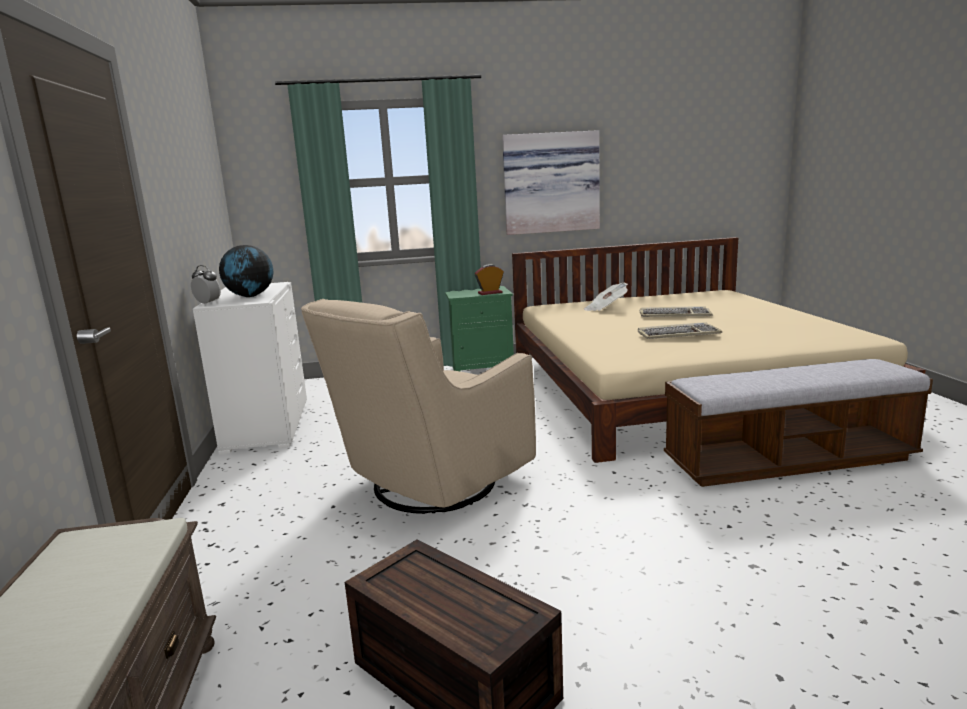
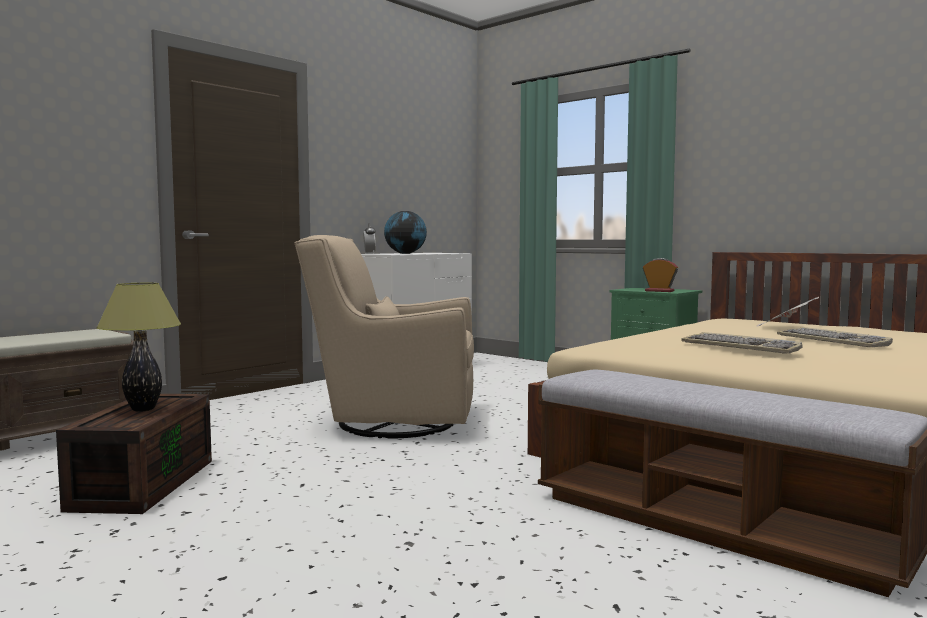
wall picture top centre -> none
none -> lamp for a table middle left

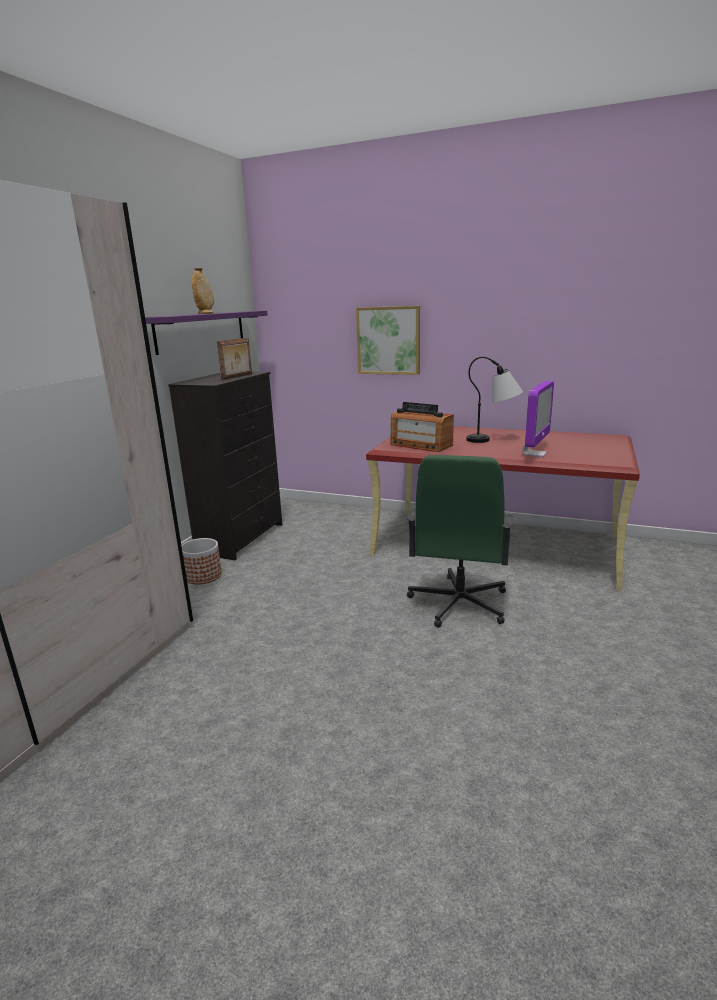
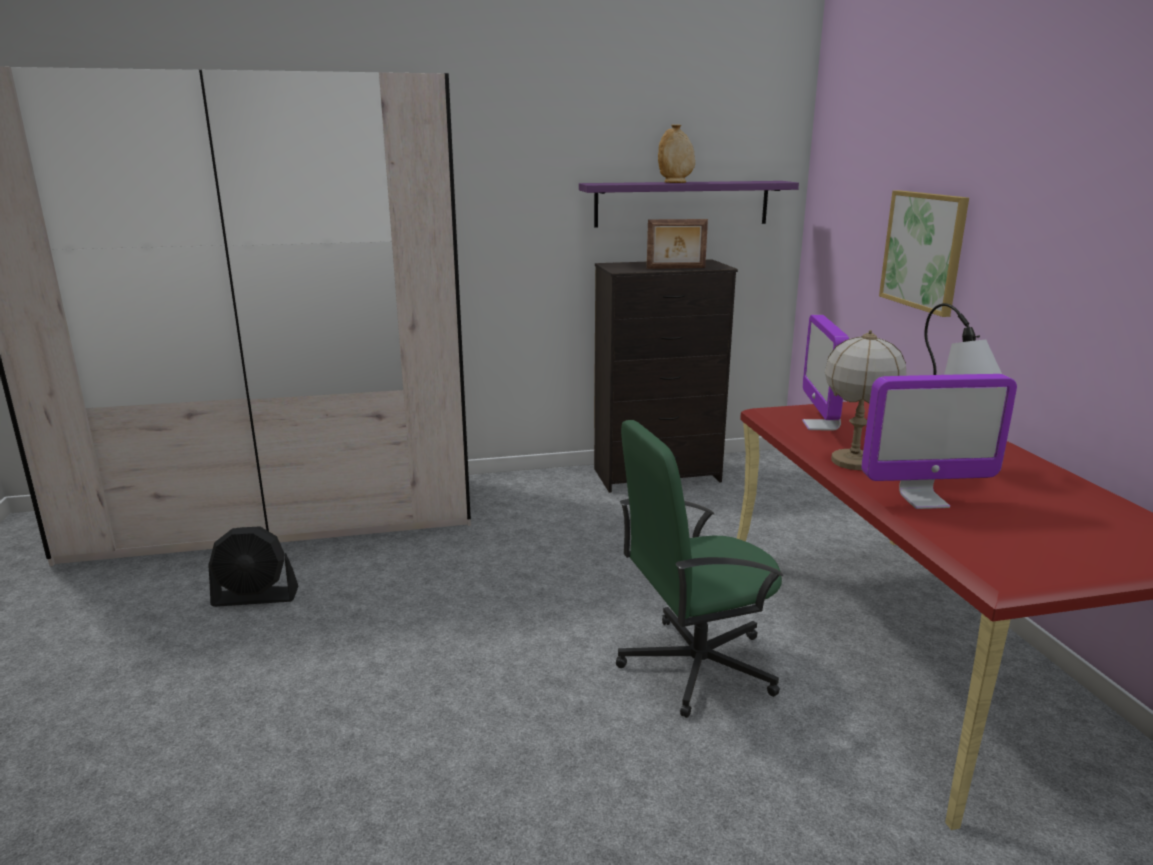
flower pot middle left -> none
none -> black fan middle left
none -> lamp for a table (no. 1 from left) middle right
radio centre -> computer display (no. 1 from left) middle right

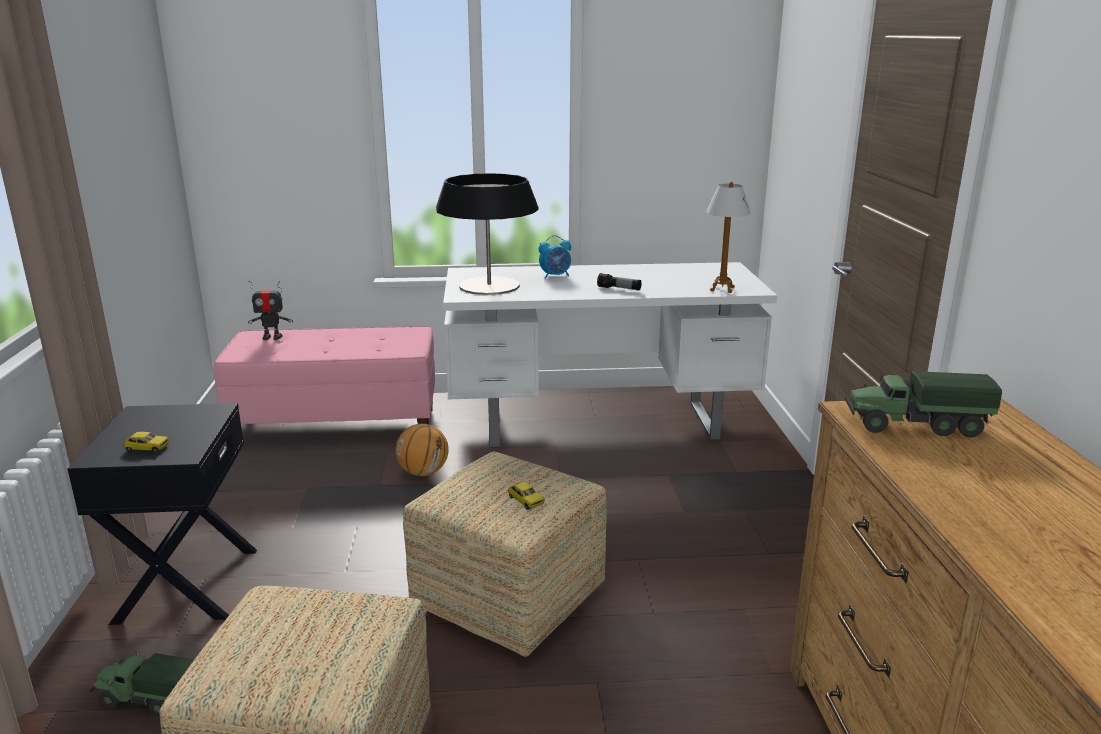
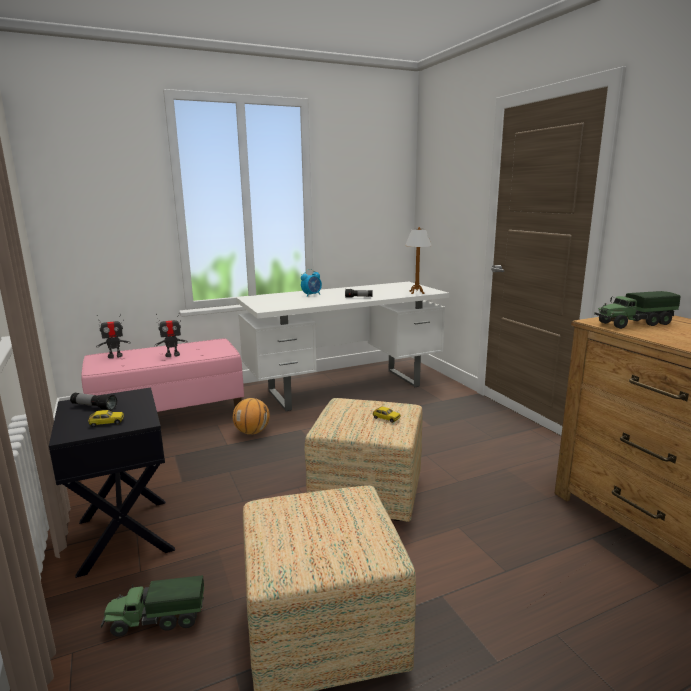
lamp for a table (no. 1 from left) top centre -> none
none -> hand torch (no. 1 from left) middle left
none -> model robot (no. 2 from left) middle left

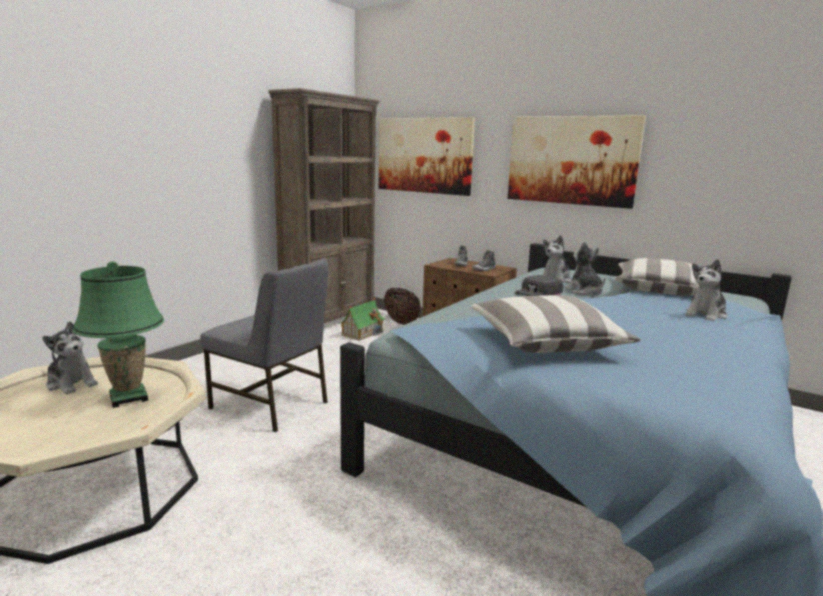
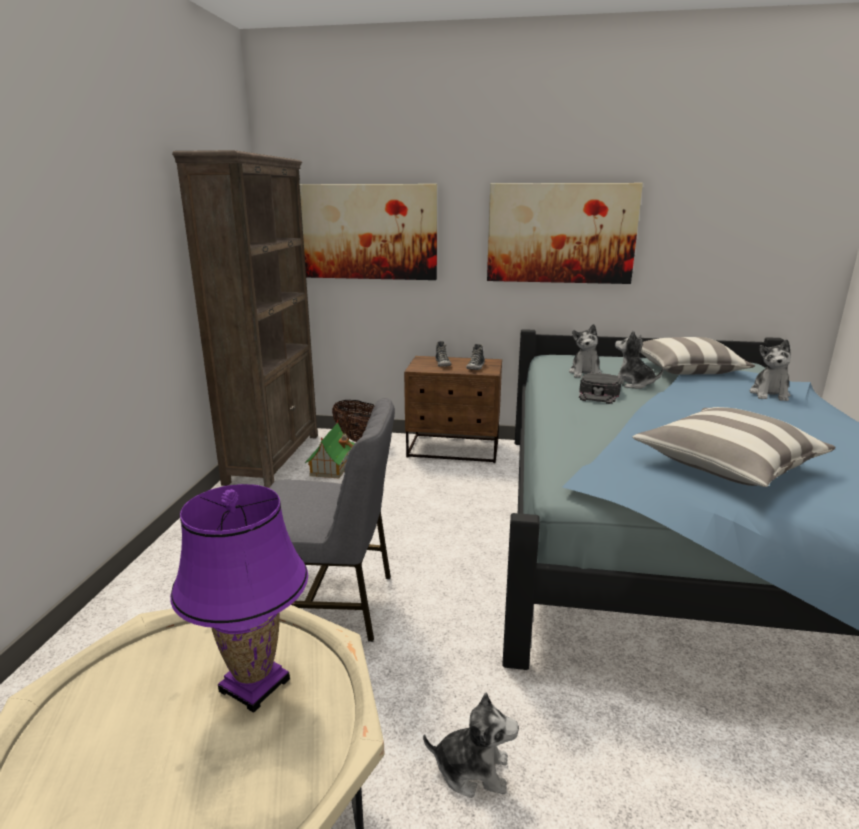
soft toy (no. 1 from left) middle left -> soft toy (no. 1 from left) bottom centre, shifted
greenish lamp for a table middle left -> purple-coloured lamp for a table bottom left

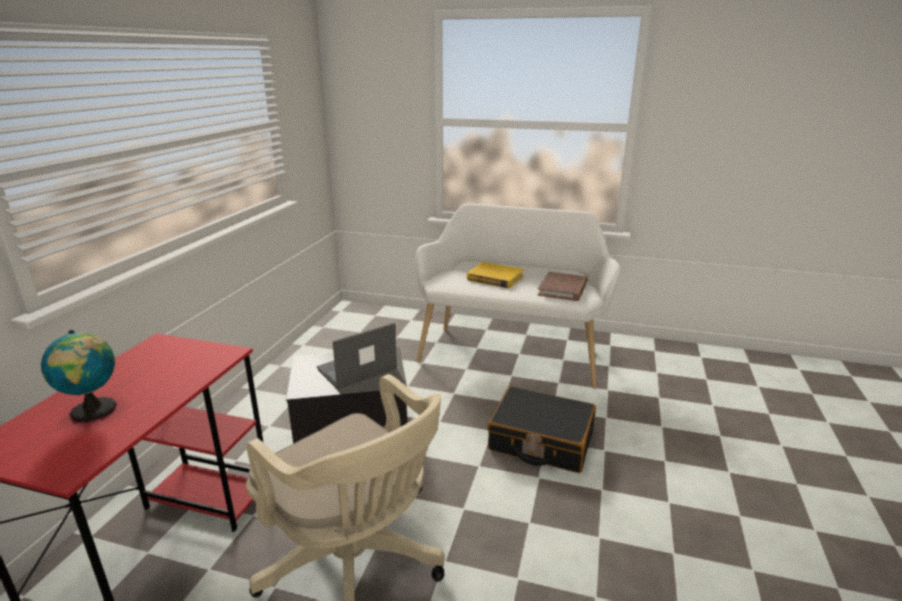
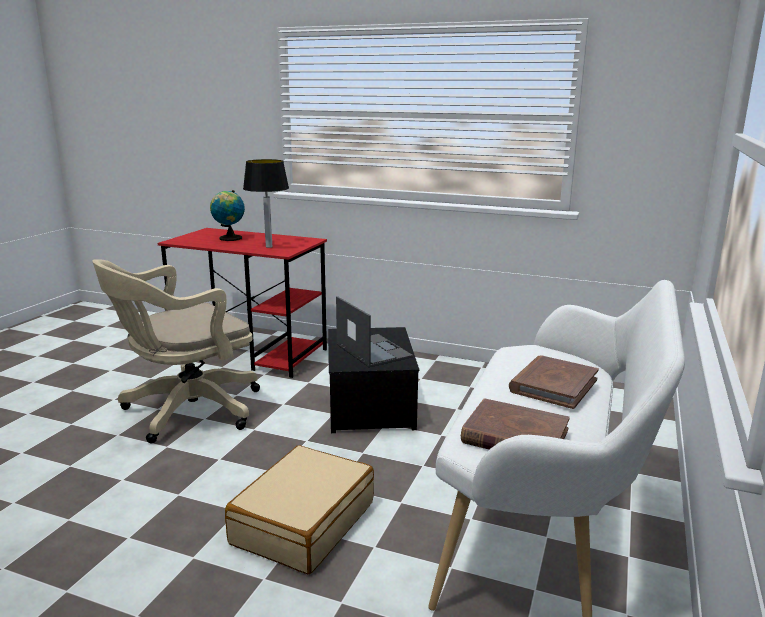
none -> lamp for a table top centre
yellow book centre -> brownish book (no. 2 from left) middle right
black piece of luggage bottom centre -> beige piece of luggage bottom centre

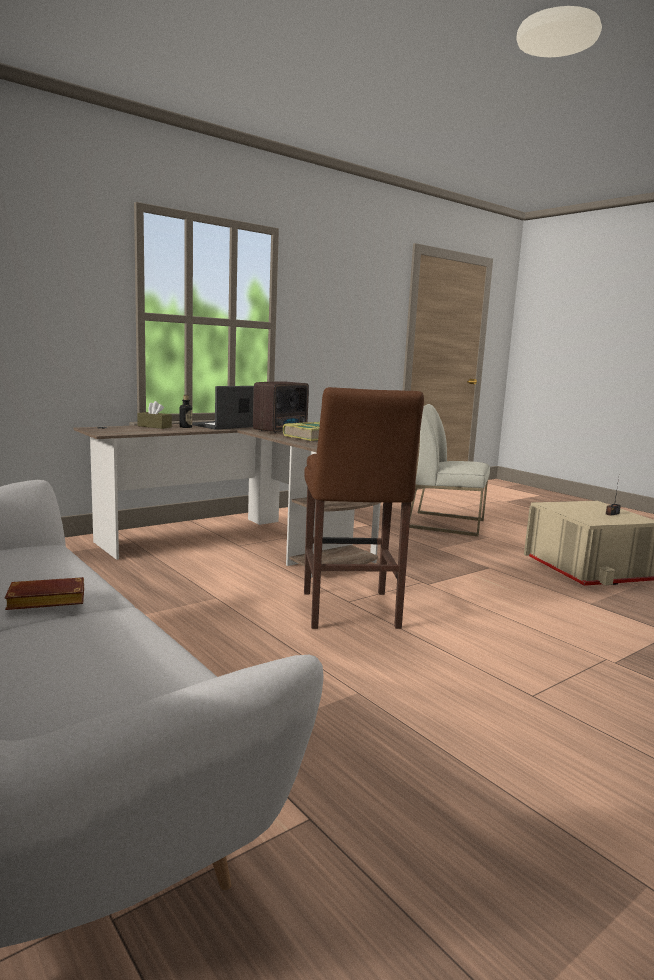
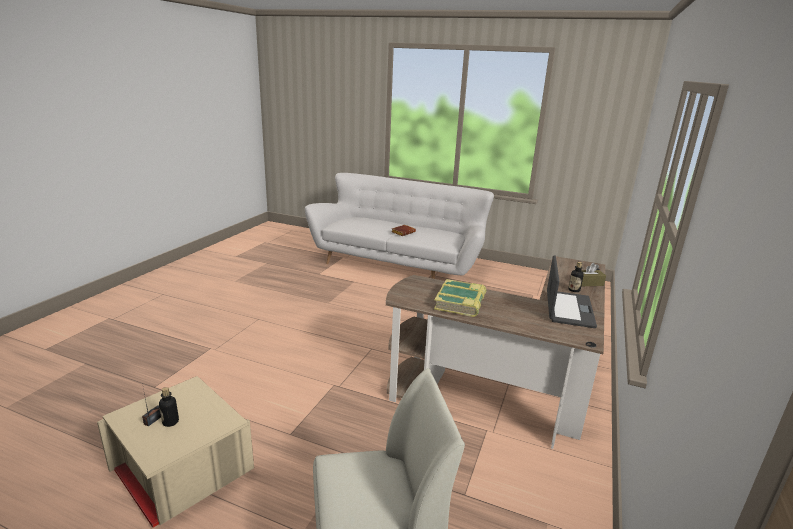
radio (no. 1 from left) centre -> none
brownish stool centre -> none
none -> beverage bottle (no. 1 from left) bottom left

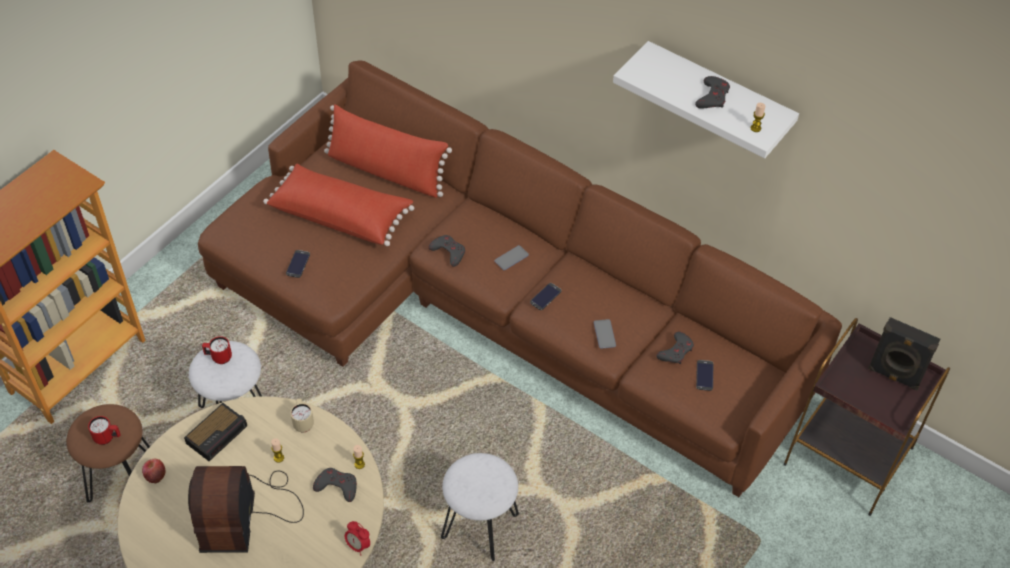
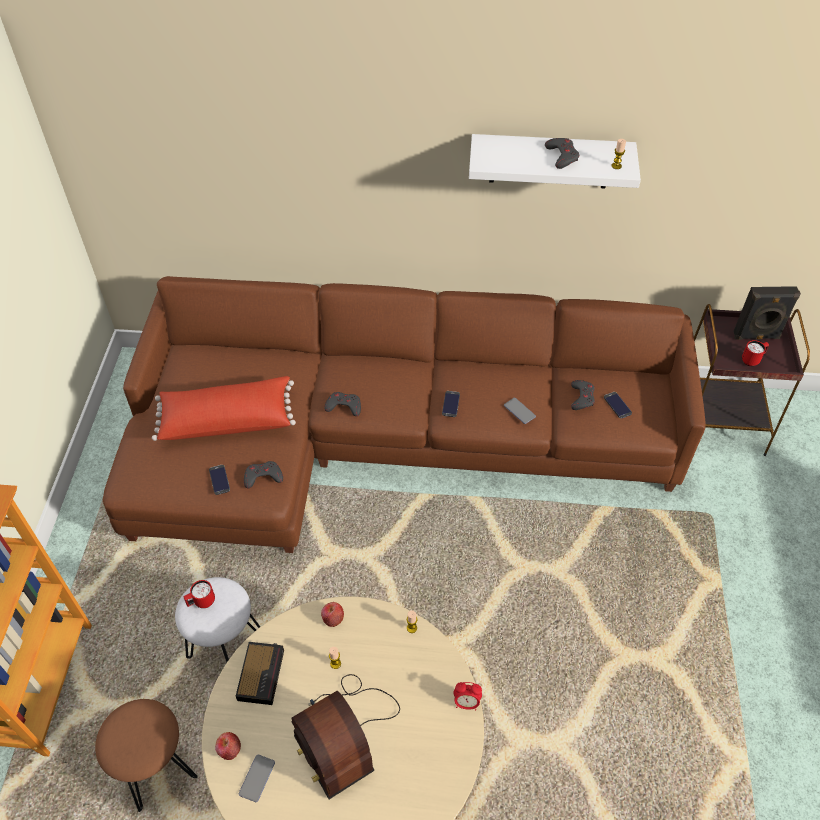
reddish throw pillow (no. 2 from left) top centre -> none
white stool (no. 2 from left) bottom centre -> none
reddish tea mug (no. 1 from left in the first image) bottom left -> reddish tea mug (no. 2 from left) middle right, shifted
gray gamepad (no. 1 from left) bottom left -> gray gamepad (no. 1 from left) middle left, shifted
telephone (no. 2 from left) centre -> telephone (no. 2 from left) bottom left, shifted
beige tea mug bottom left -> apple fruit (no. 2 from left) bottom centre

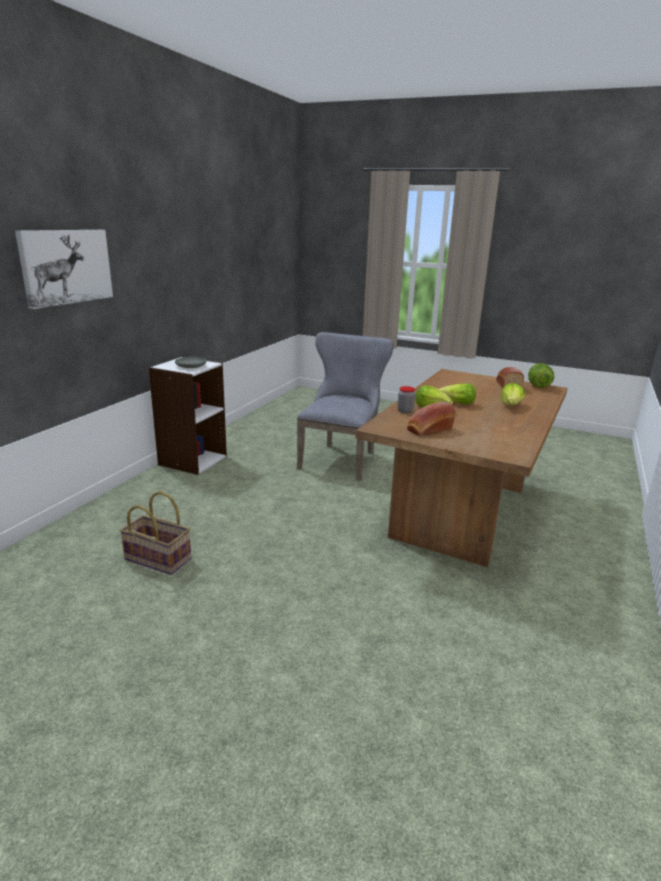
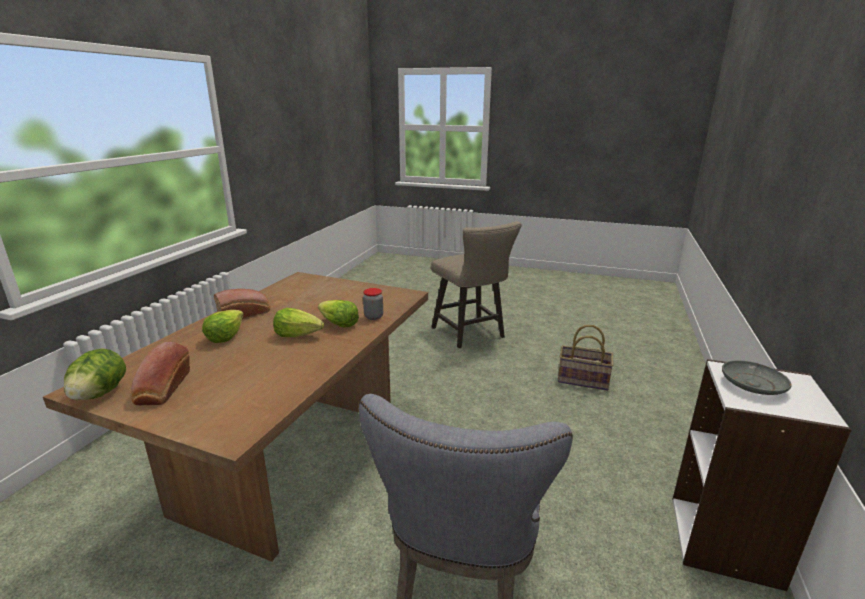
wall picture top left -> none
none -> beige stool centre
bread (no. 1 from left in the first image) centre -> bread (no. 2 from left) middle left, shifted

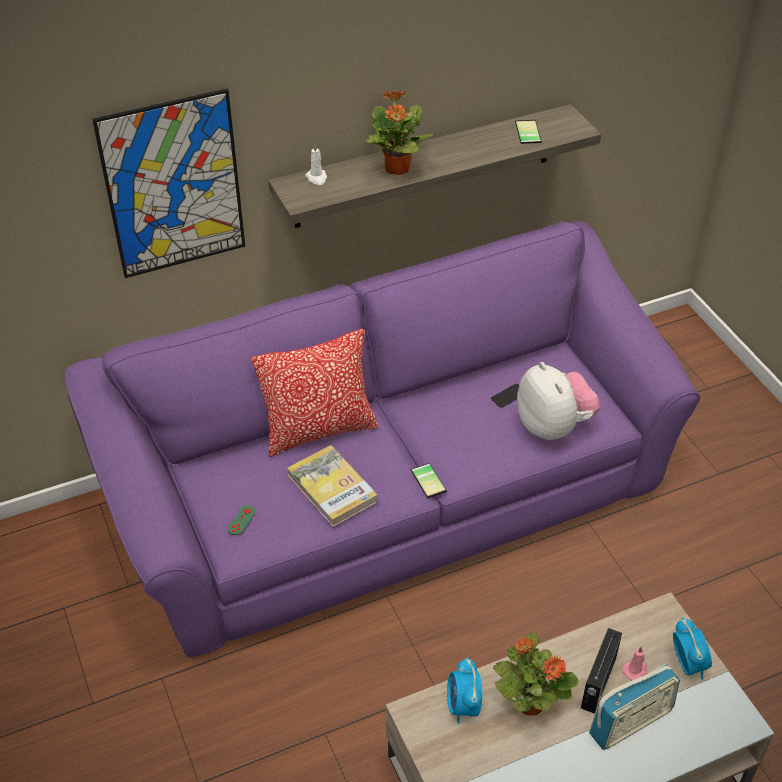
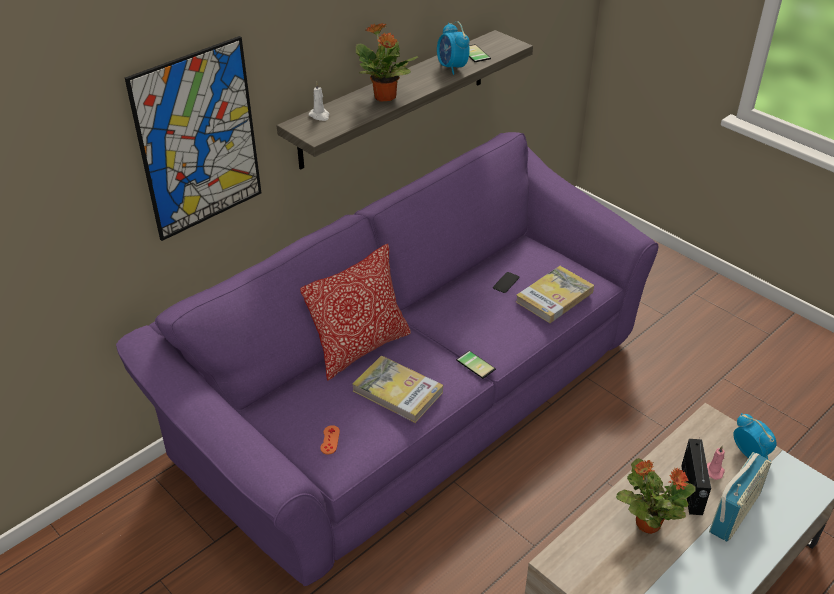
table clock (no. 1 from left) bottom centre -> table clock (no. 1 from left) top centre, shifted
soft toy middle right -> book (no. 2 from left) centre
greenish gamepad middle left -> orange-coloured gamepad bottom centre

